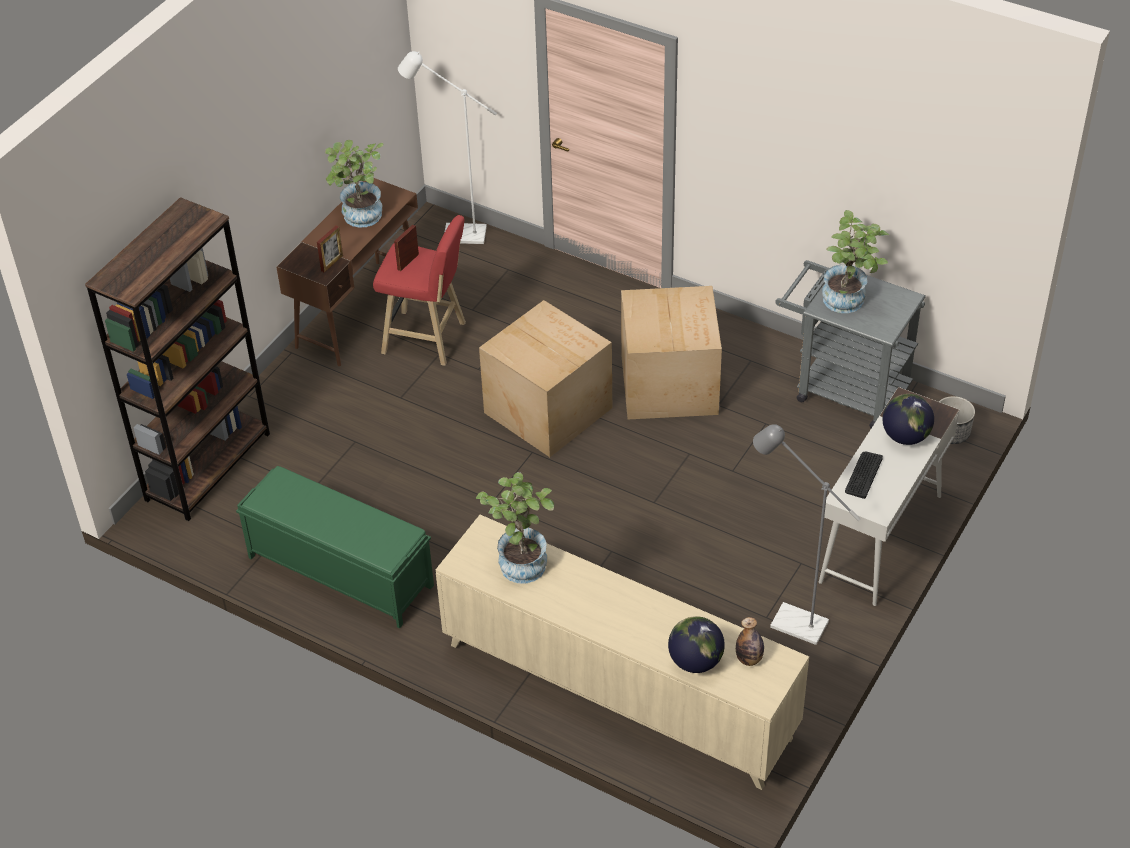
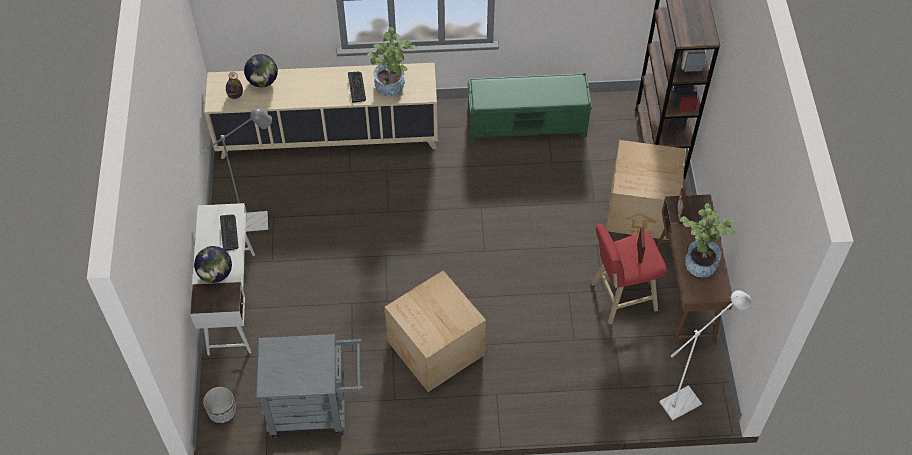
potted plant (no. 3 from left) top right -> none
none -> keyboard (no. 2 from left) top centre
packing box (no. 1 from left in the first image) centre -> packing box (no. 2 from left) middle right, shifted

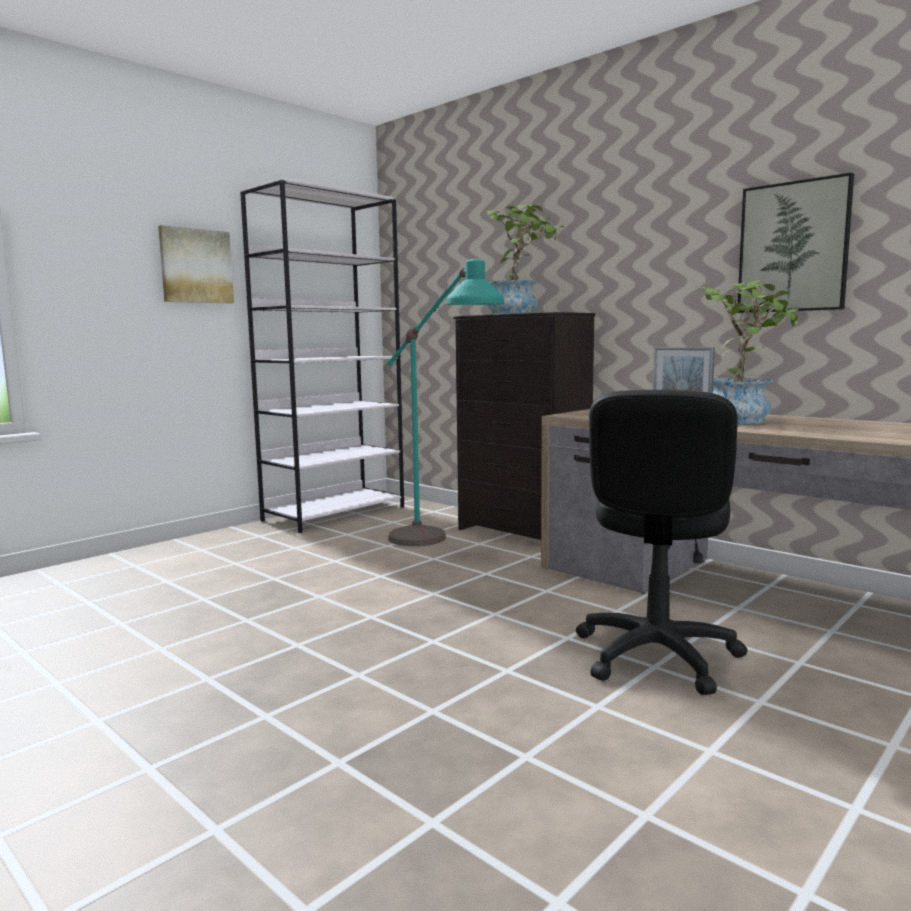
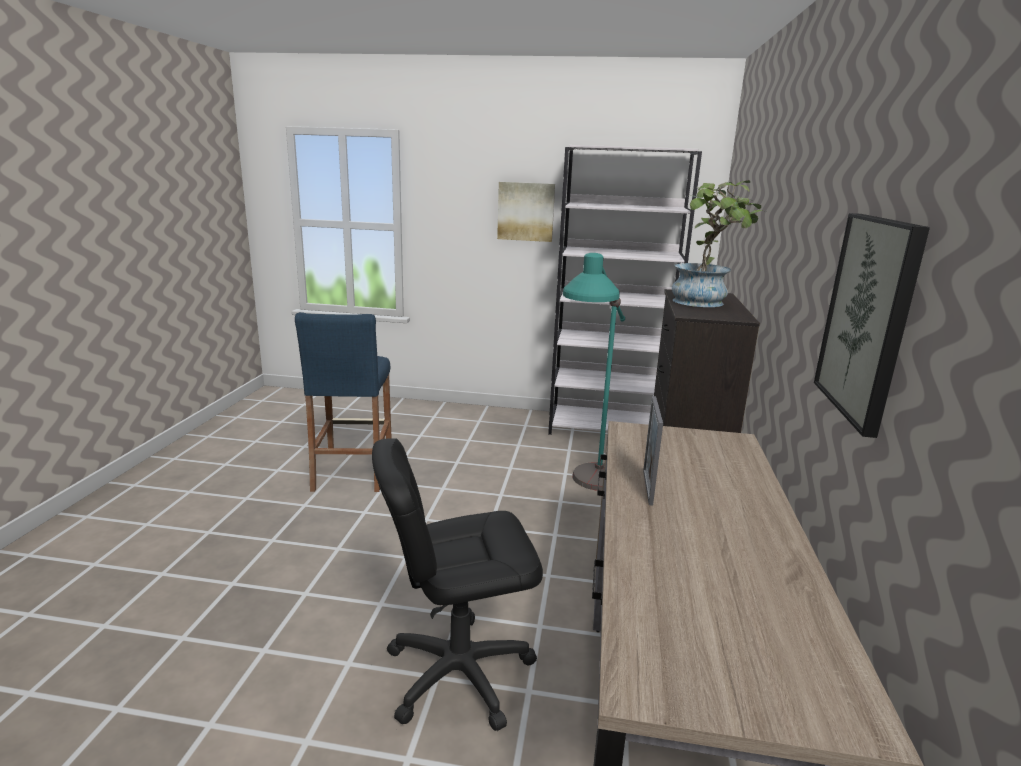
potted plant (no. 2 from left) middle right -> none
none -> bluish stool centre

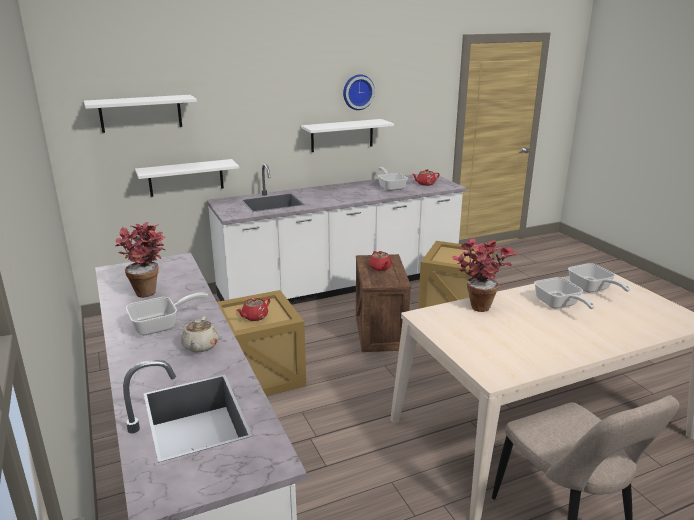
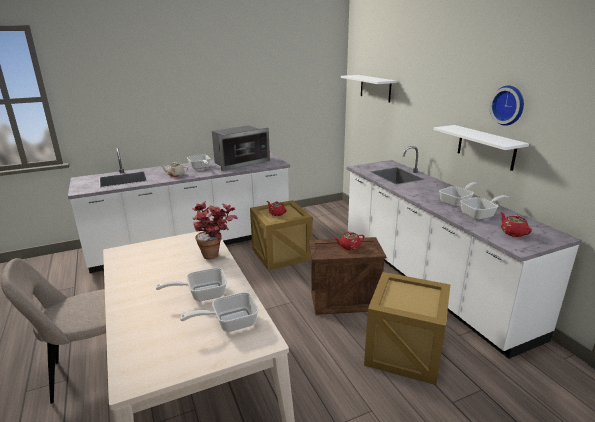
white bracket shelf (no. 2 from left) middle left -> none
none -> pan (no. 4 from left) middle right
potted plant (no. 1 from left) middle left -> kitchen microwave centre

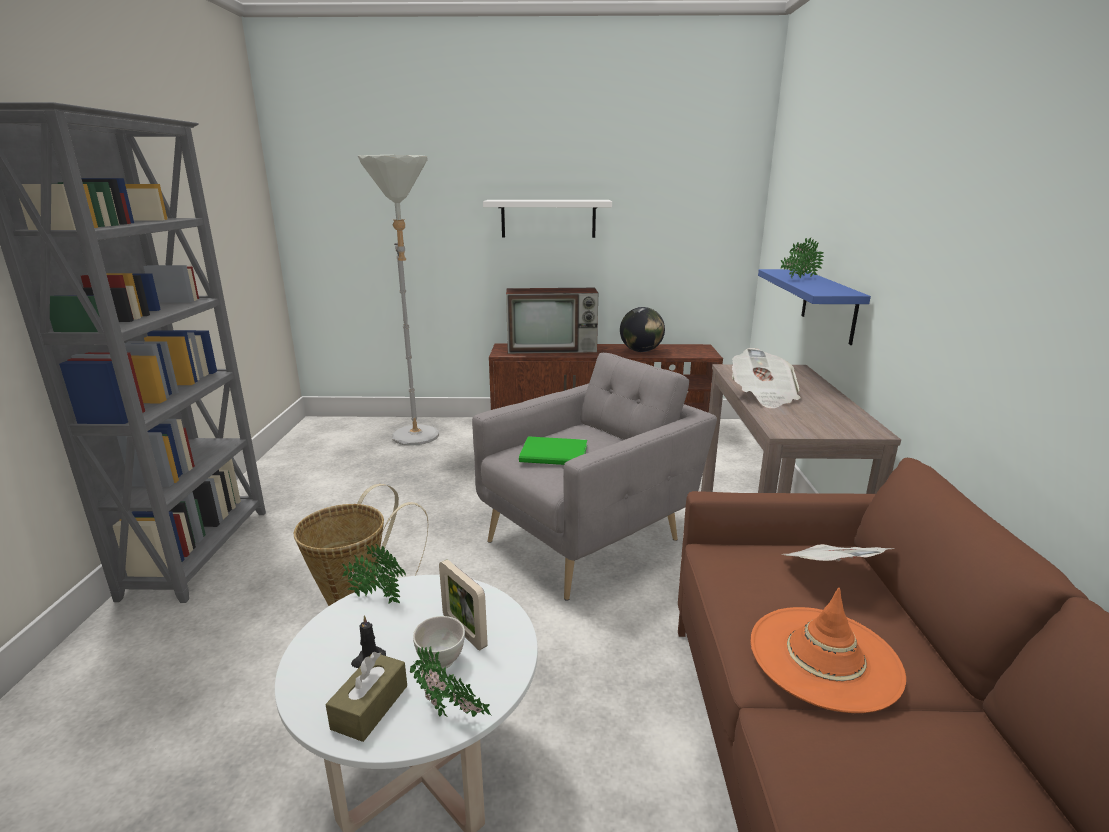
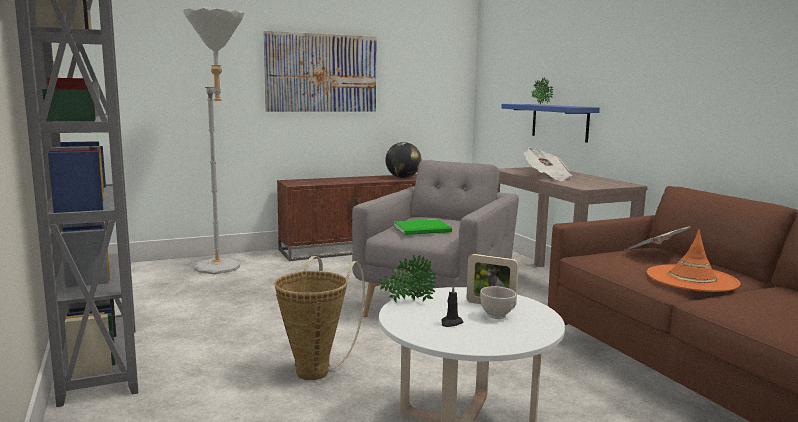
brownish tissue holder bottom left -> none
potted plant (no. 2 from left) bottom centre -> none
TV centre -> none
white bracket shelf top centre -> wall picture top centre

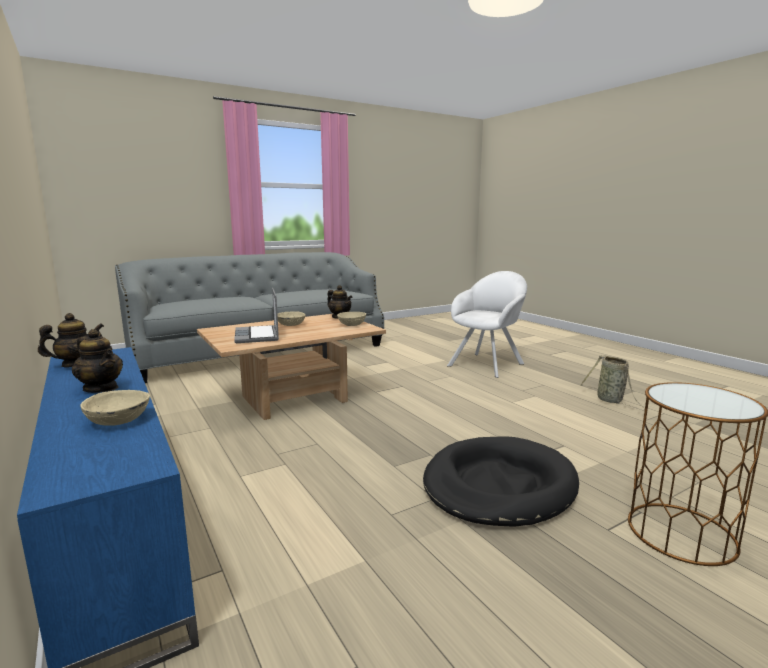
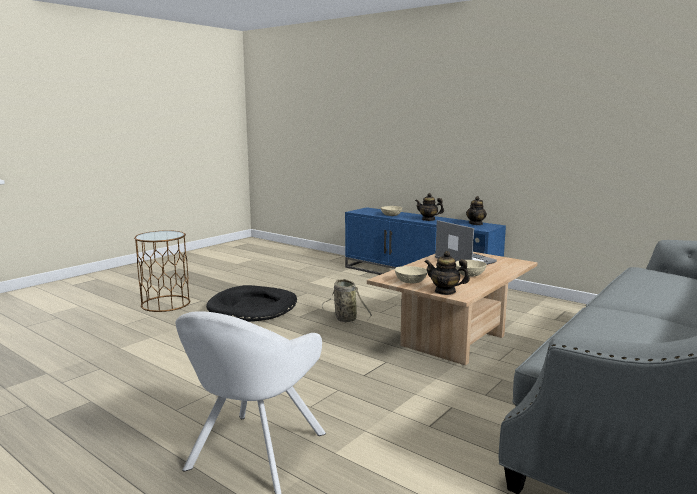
household basket middle right -> household basket centre, shifted

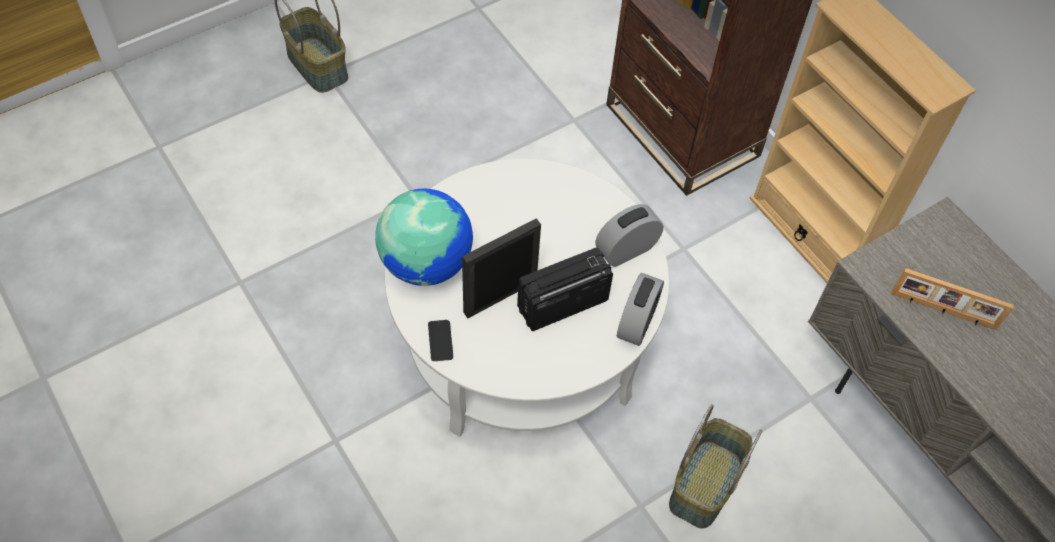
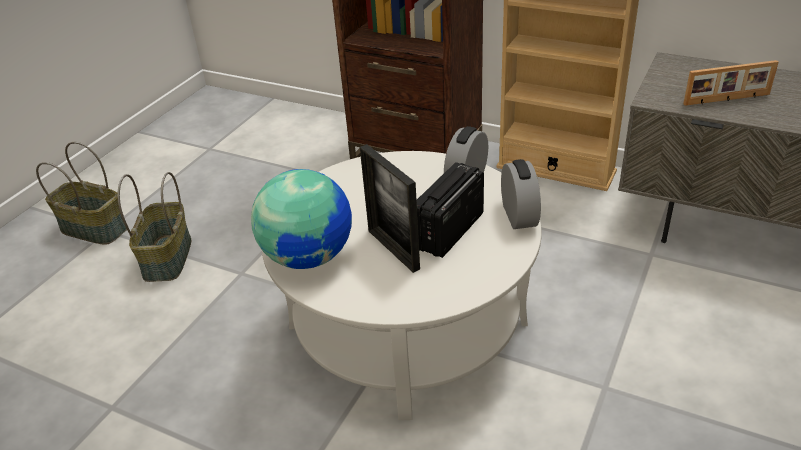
telephone centre -> none
household basket (no. 2 from left) bottom right -> household basket (no. 2 from left) middle left, shifted
picture frame (no. 1 from left) centre, 60 degrees counterclockwise

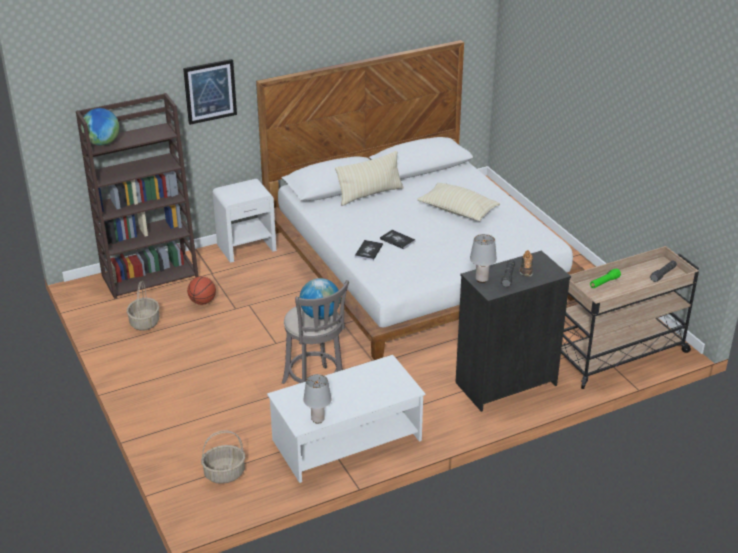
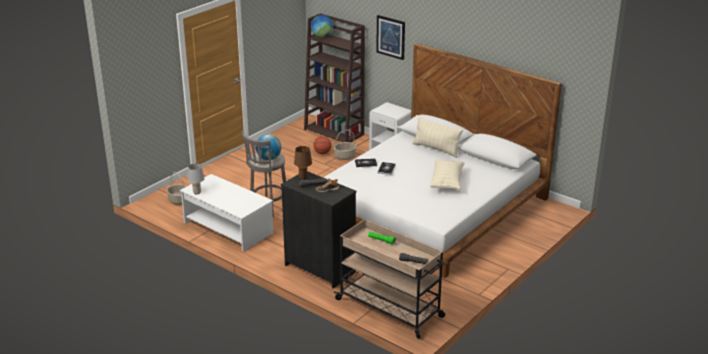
household basket (no. 1 from left in the first image) middle left -> household basket (no. 2 from left) centre, shifted
gray lamp for a table (no. 2 from left) centre -> brownish lamp for a table centre

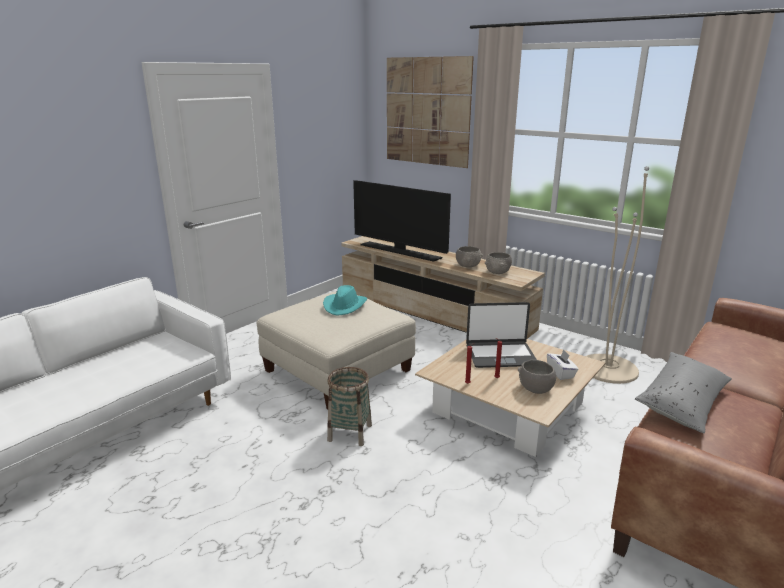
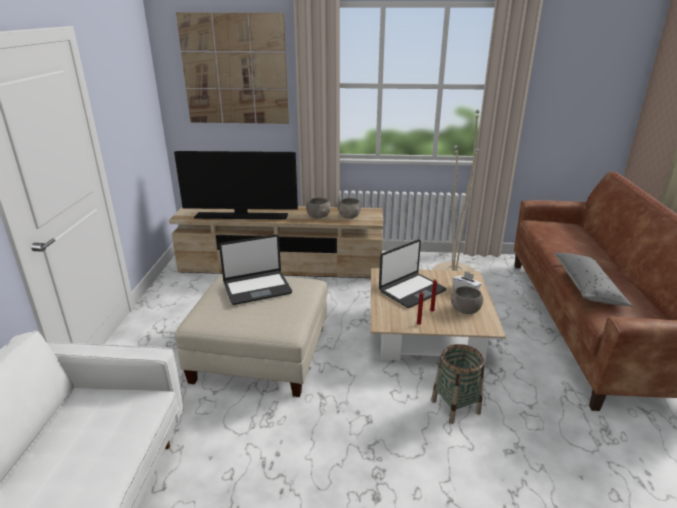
household basket bottom centre -> household basket bottom right, shifted
turquoise-coloured clothing hat centre -> portable computer (no. 1 from left) centre

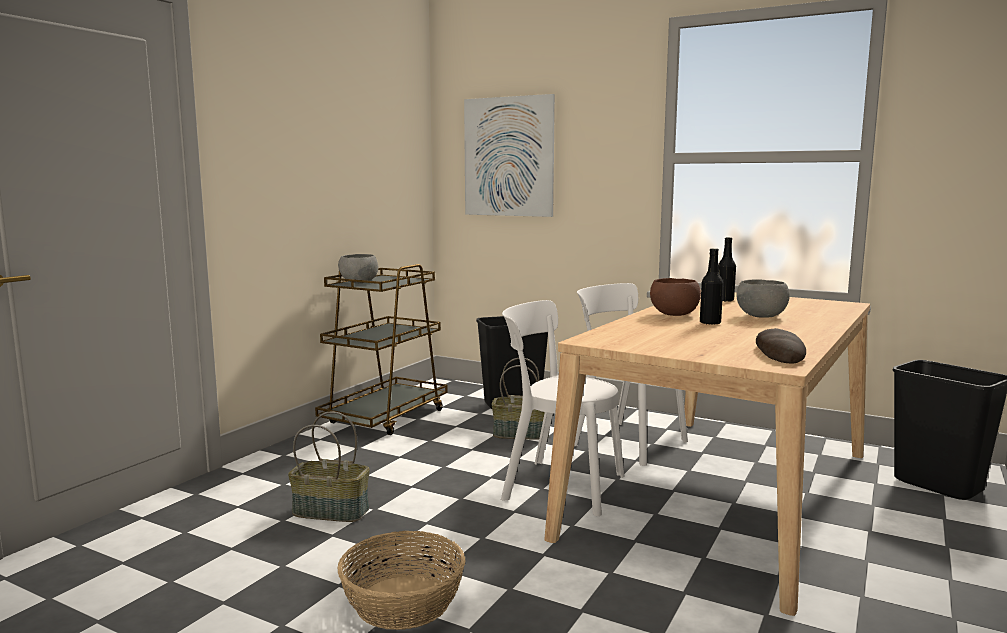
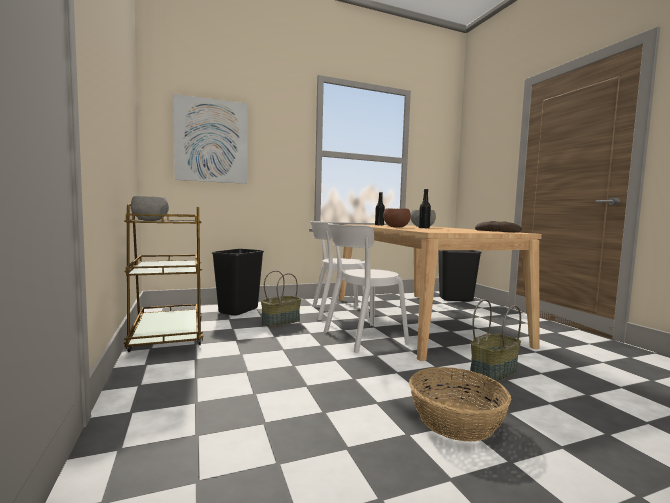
household basket (no. 1 from left in the first image) bottom left -> household basket (no. 3 from left) bottom right, shifted

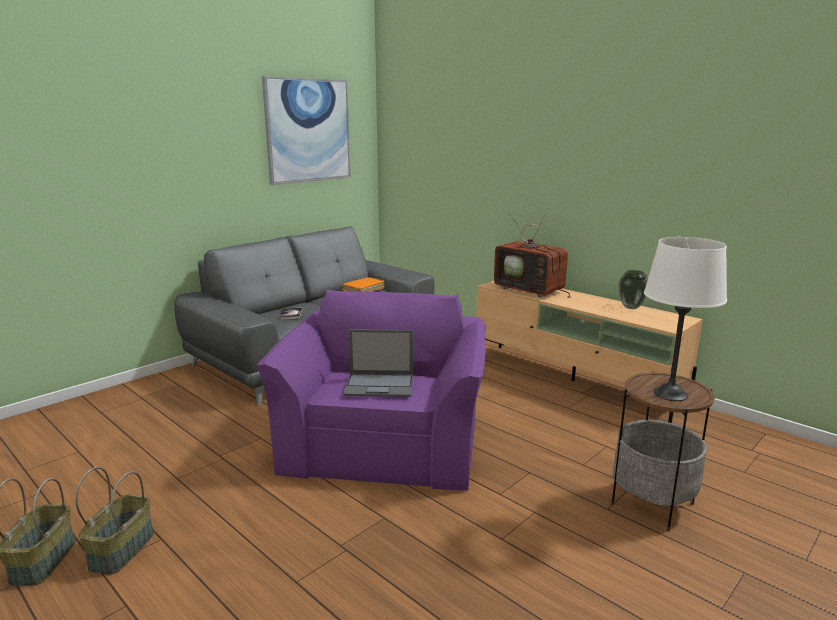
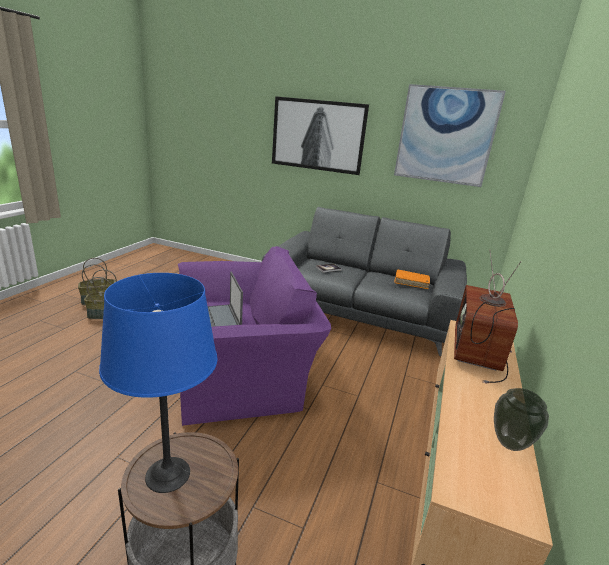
none -> wall picture (no. 1 from left) top centre
white lamp for a table middle right -> bluish lamp for a table bottom left

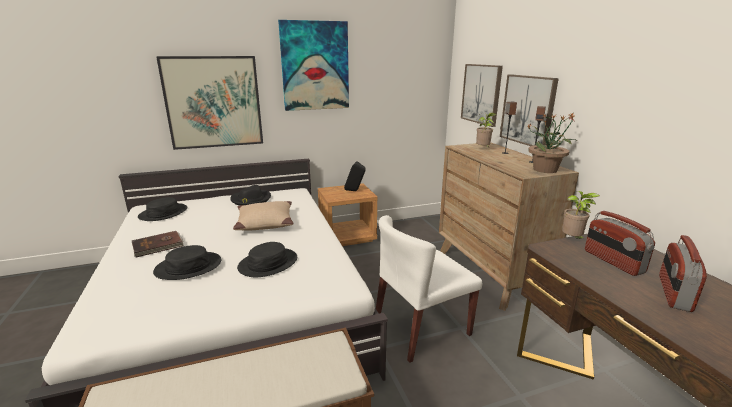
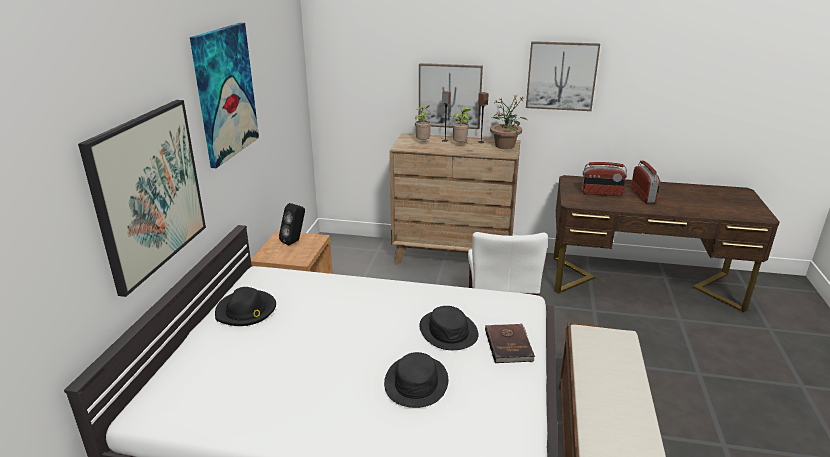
black clothing hat (no. 1 from left) middle left -> none
beige throw pillow centre -> none
brownish book middle left -> brownish book bottom centre, shifted
wall picture (no. 3 from left in the first image) top centre -> wall picture (no. 4 from left) top right, shifted
potted plant (no. 3 from left in the first image) middle right -> potted plant (no. 2 from left) top centre, shifted
radio (no. 2 from left) bottom right -> radio (no. 2 from left) middle right, 150 degrees counterclockwise

